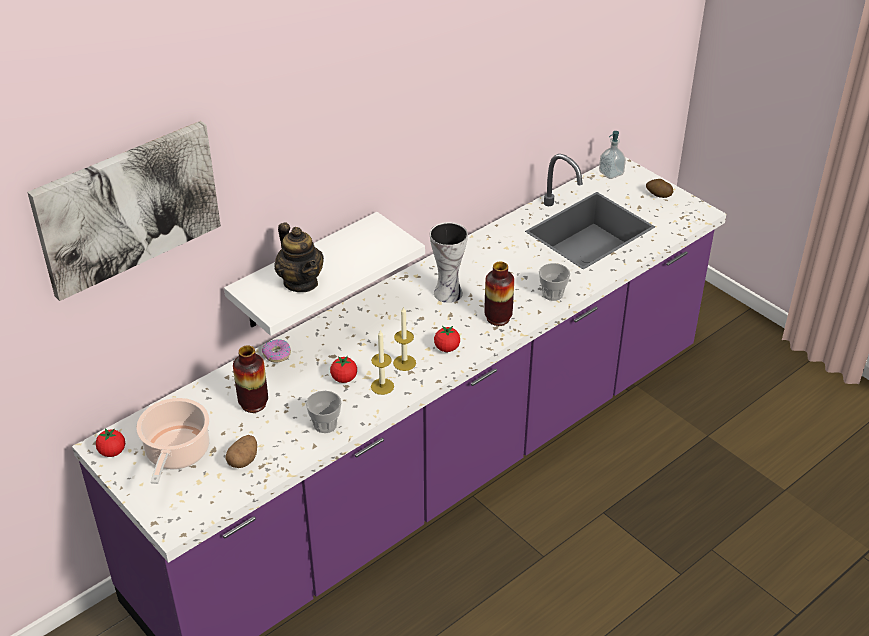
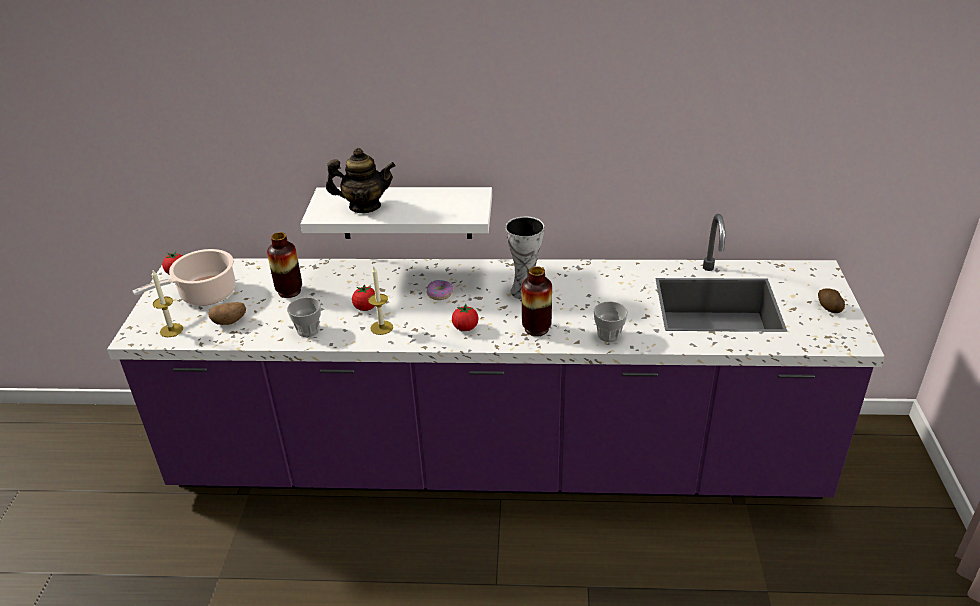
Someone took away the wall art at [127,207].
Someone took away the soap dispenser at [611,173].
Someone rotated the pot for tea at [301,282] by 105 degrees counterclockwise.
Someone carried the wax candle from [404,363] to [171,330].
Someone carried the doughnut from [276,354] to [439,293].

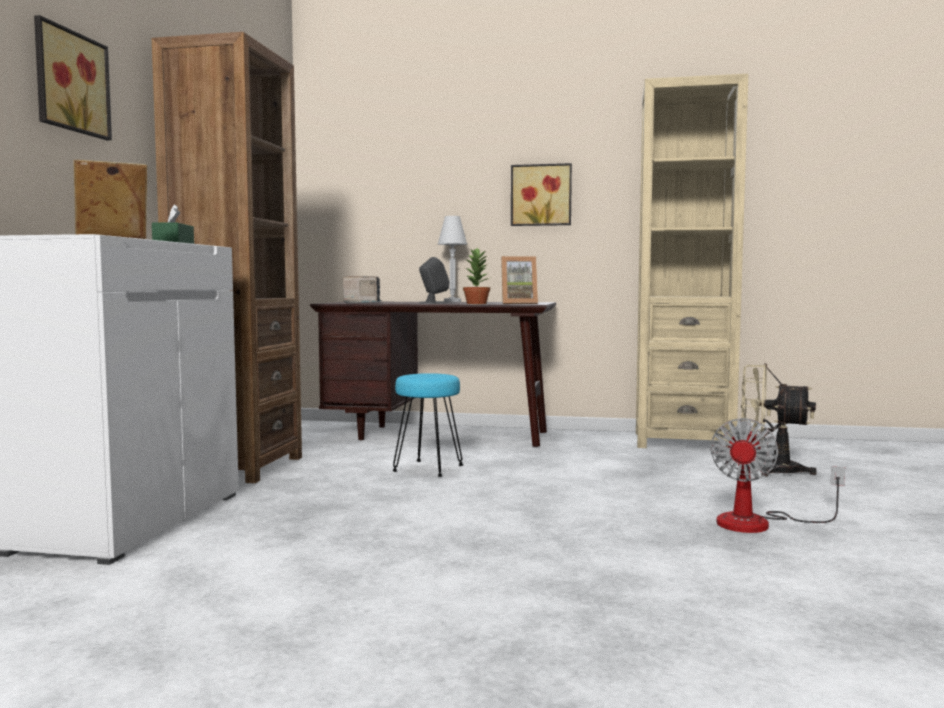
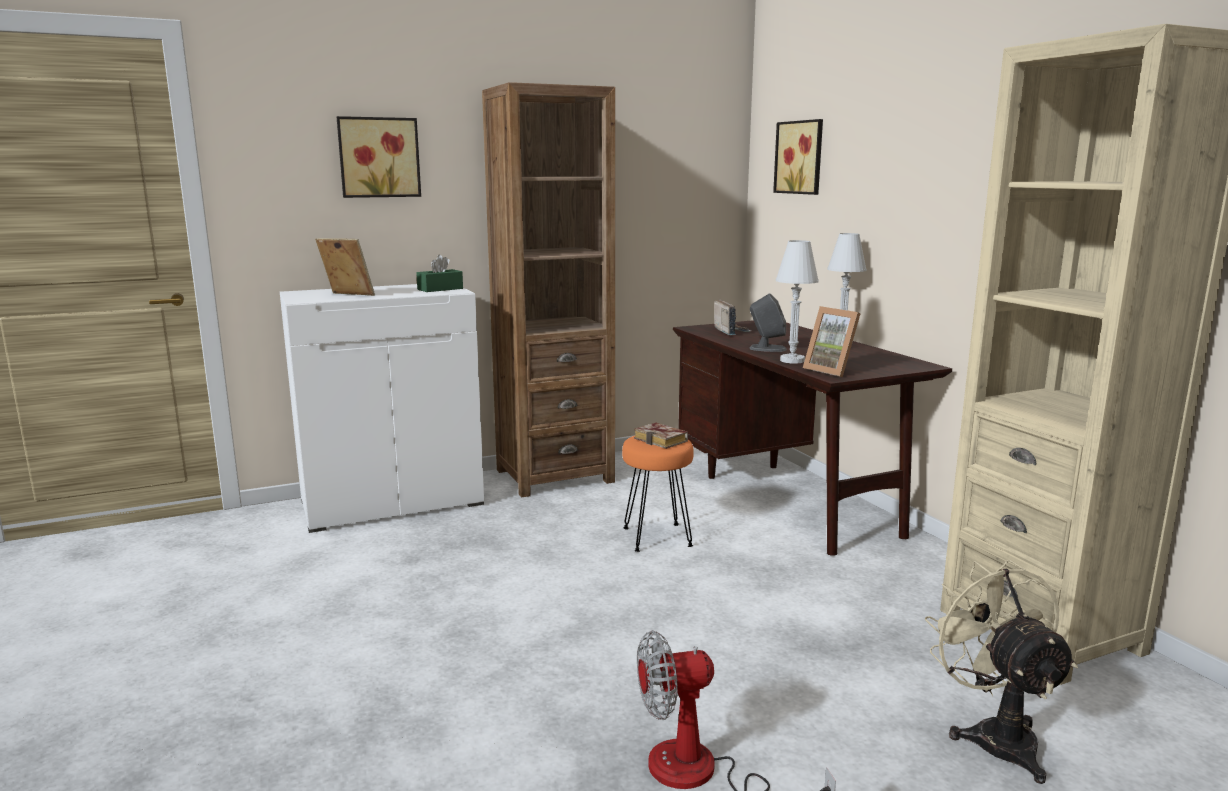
Someone carried the wall art from [541,195] to [801,157].
Someone swapped the potted plant at [477,303] for the lamp for a table/whitish at [792,360].
Someone repainted the stool/turquoise at [427,469], which became the stool/orangey at [656,537].
Someone put down the bound book at [663,440].

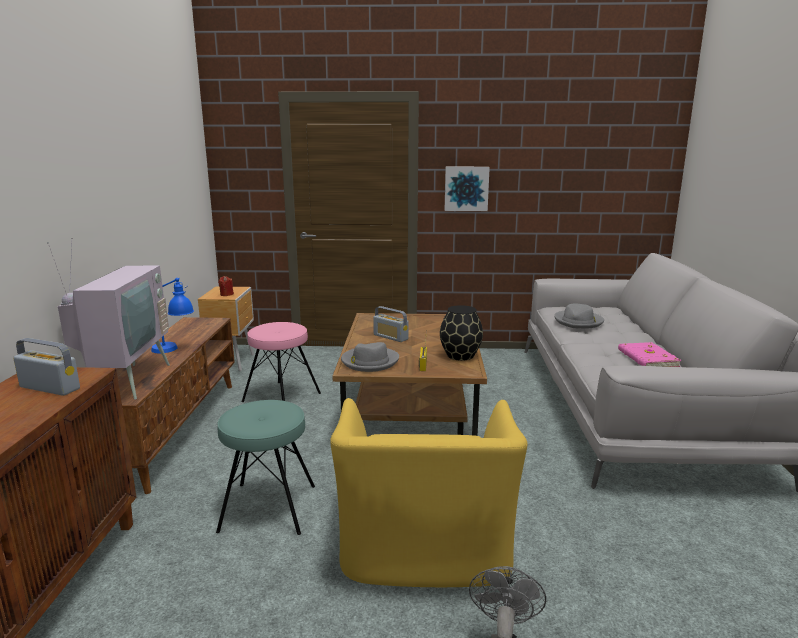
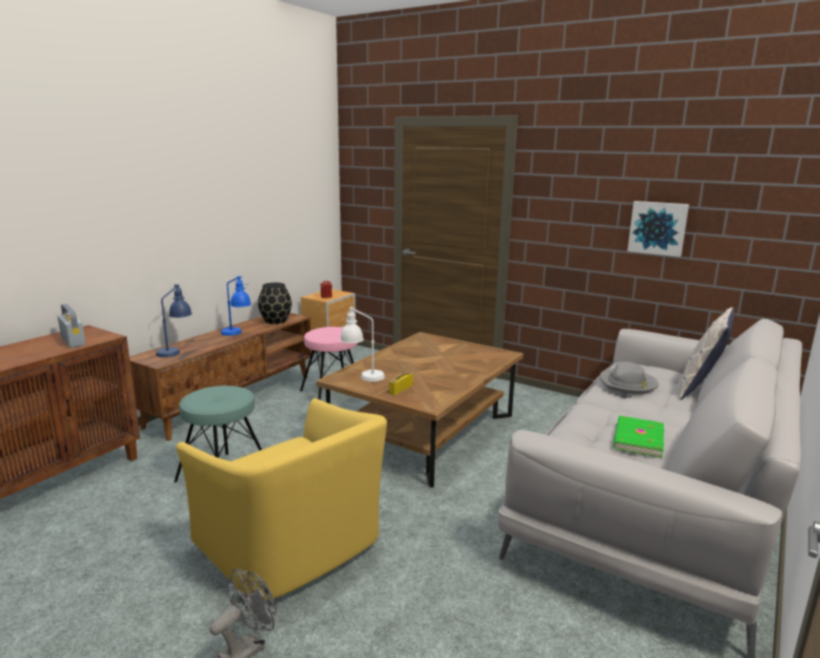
Someone carried the wall art from [466,188] to [657,228].
Someone swapped the TV set at [126,380] for the lamp for a table/blue-coloured at [176,350].
Someone carried the decorative vase/black from [460,355] to [276,321].
Someone took away the radio receiver at [390,337].
Someone swapped the clothing hat/gray at [369,361] for the lamp for a table/whitish at [362,376].
Someone repainted the bound book/pinkish at [647,358], which became the bound book/green at [637,439].
Someone rotated the easy chair/yellow-coloured at [425,545] by 75 degrees counterclockwise.
Someone put down the throw pillow at [700,388].

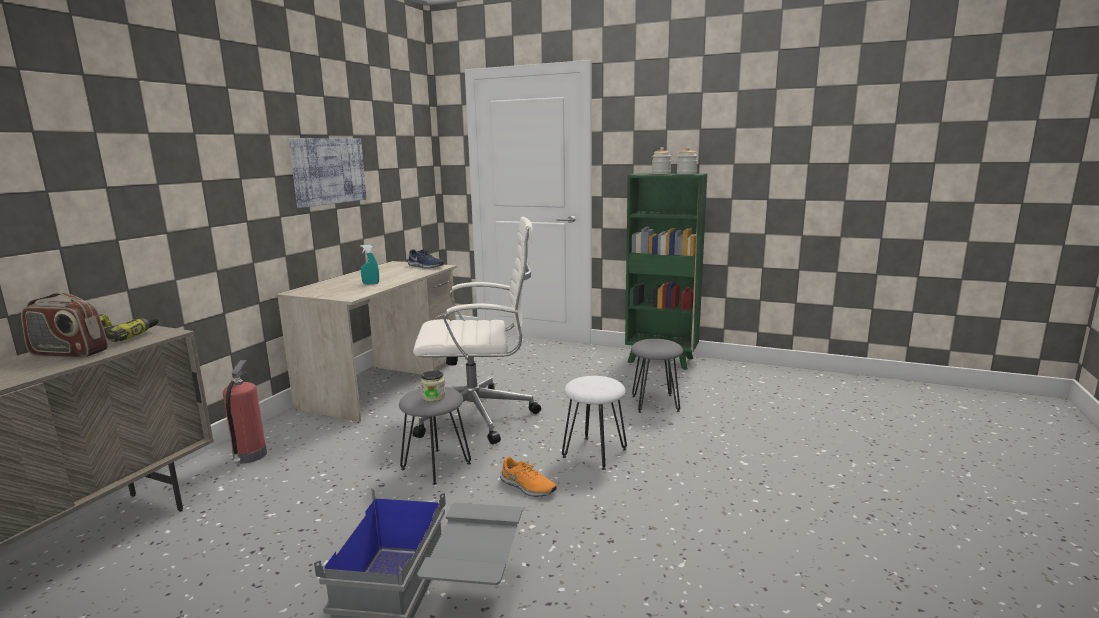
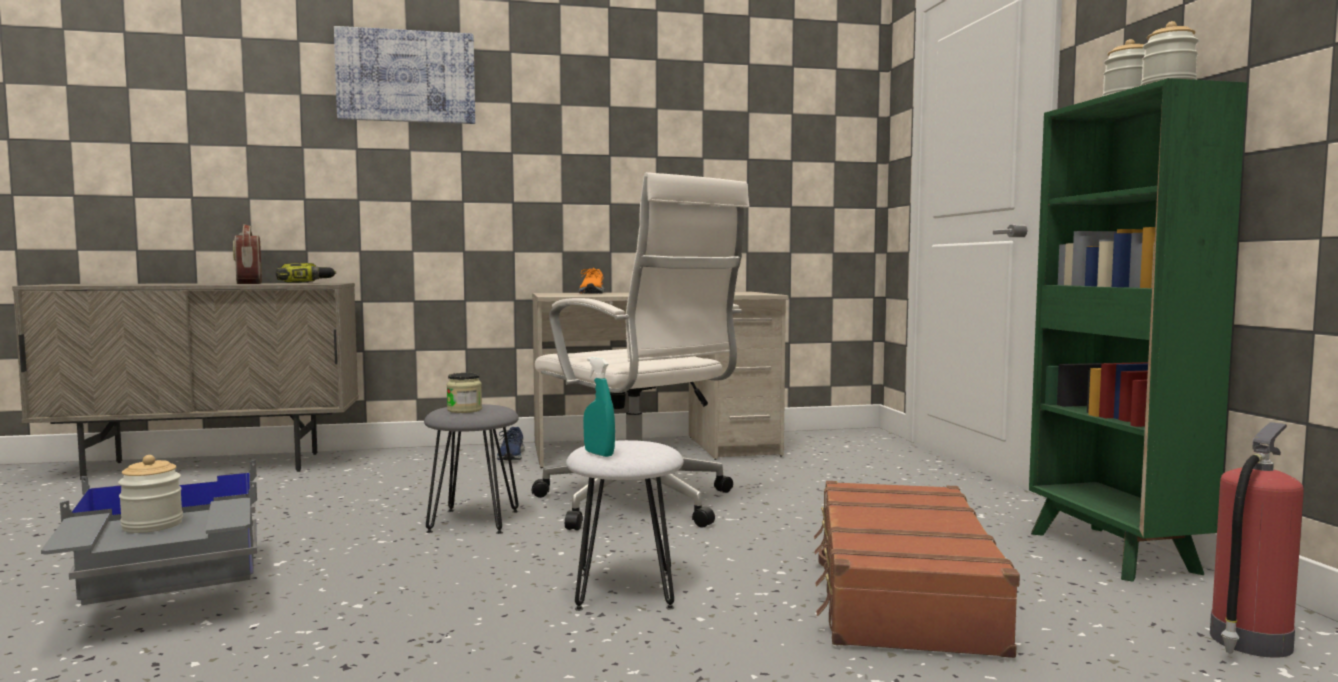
Someone carried the wall art from [328,171] to [406,76].
Someone carried the spray bottle/turquoise from [371,284] to [599,454].
Someone carried the low shoe/blue-coloured from [425,266] to [511,456].
Someone swapped the stool/gray at [655,403] for the piece of luggage/brown at [900,591].
Someone carried the fire extinguisher from [249,456] to [1249,642].
Someone carried the low shoe/orangey from [527,487] to [592,293].
Someone put down the jar at [152,525].

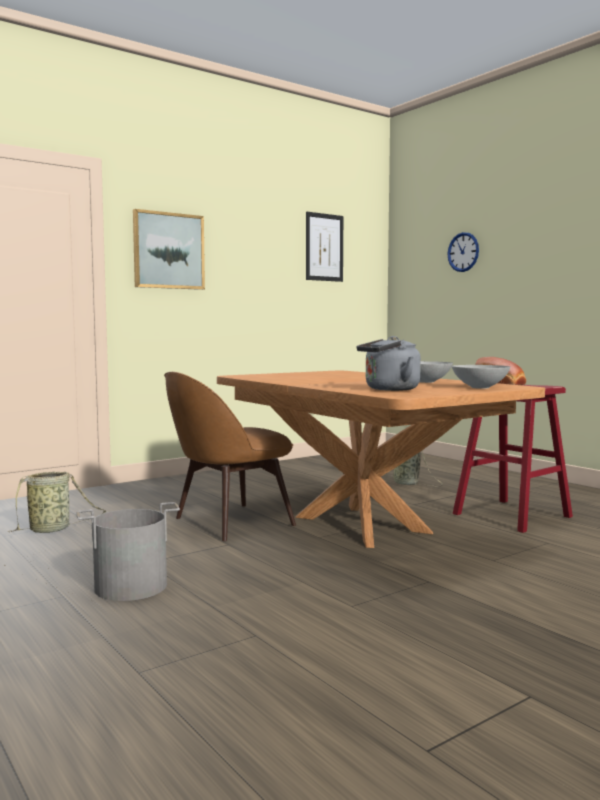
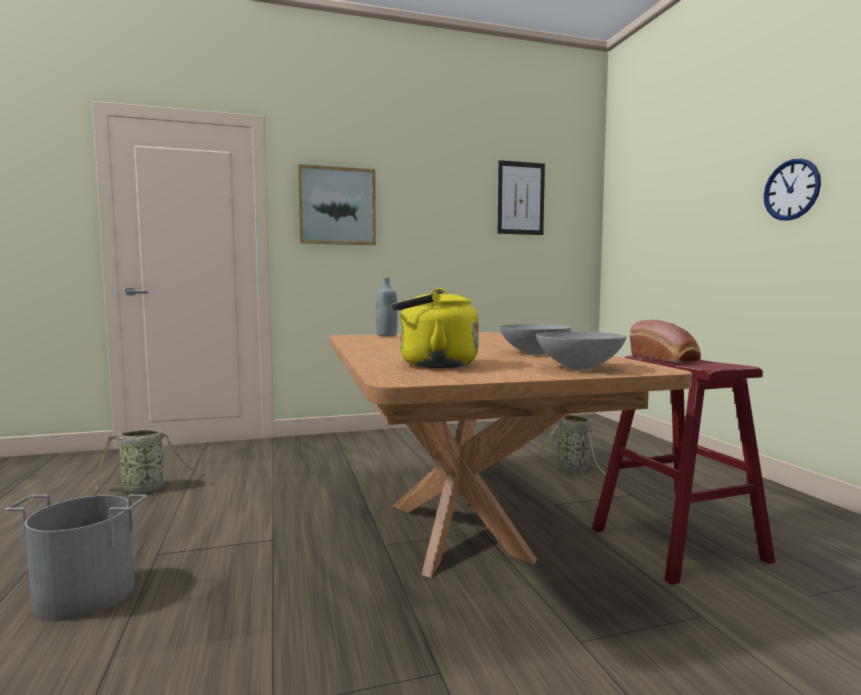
Someone carried the clock on the wall from [463,252] to [791,190].
Someone repainted the water kettle/gray at [389,389], which became the water kettle/yellow-coloured at [432,365].
Someone took away the plain chair/brown at [229,522].
Someone put down the drink bottle/gray at [386,335].

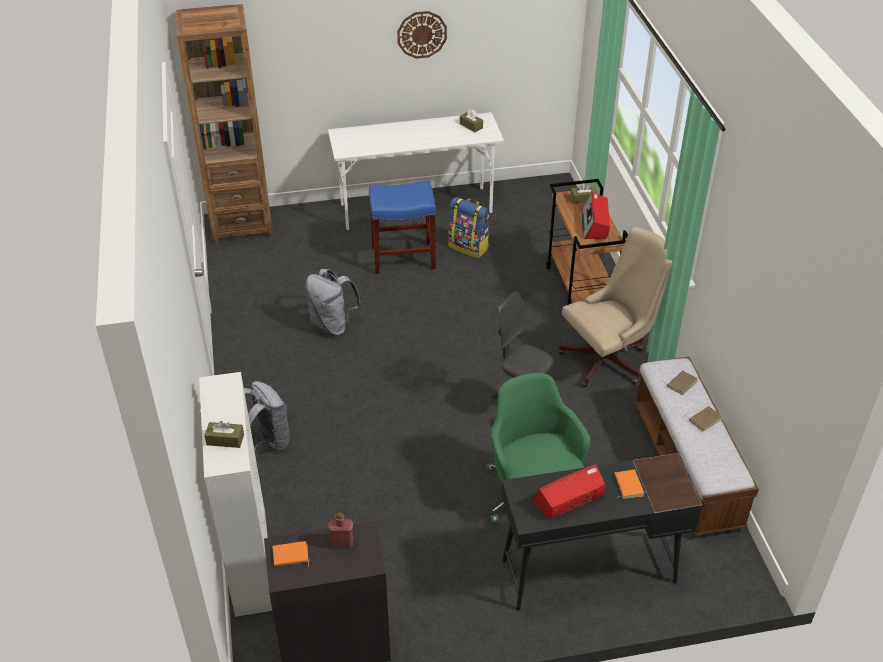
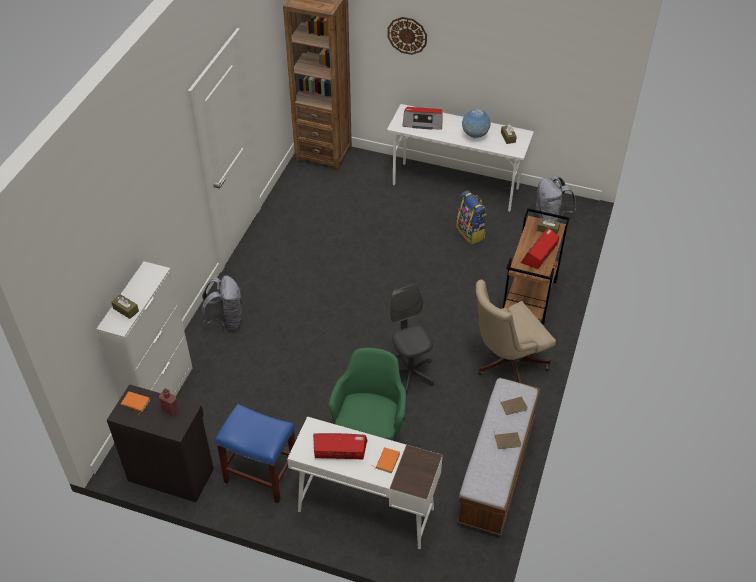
Someone carried the clock on the wall from [422,34] to [407,35].
Someone carried the stool/blue-coloured from [402,258] to [260,475].
Someone rotated the desk chair/beige-coloured at [609,359] by 150 degrees clockwise.
Someone carried the rucksack/gray from [333,325] to [550,218].
Someone repainted the desk/black at [588,571], which became the desk/whitish at [365,509].
Someone put down the radio receiver at [423,122].
Someone put down the desk globe at [475,136].

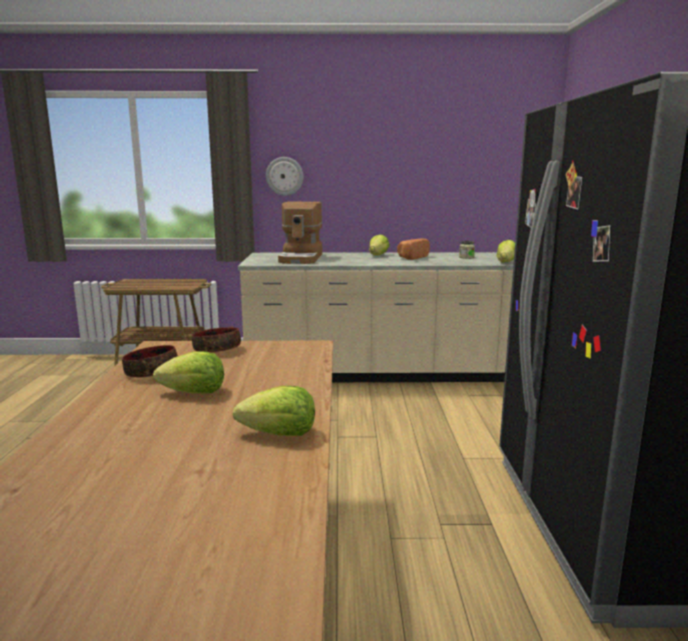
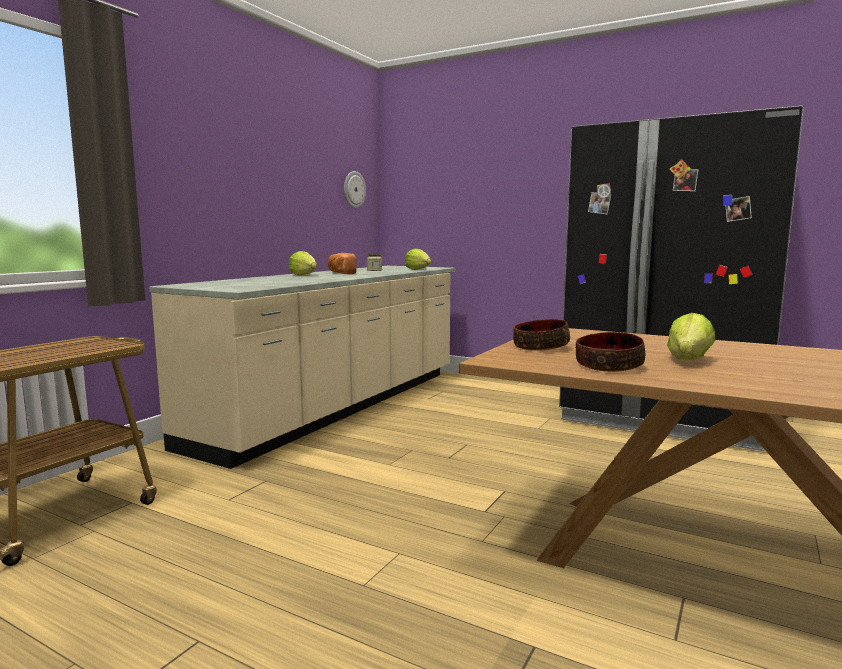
Someone carried the clock on the wall from [284,176] to [354,189].
Someone took away the coffee maker at [301,258].
Someone took away the lettuce head at [279,434].

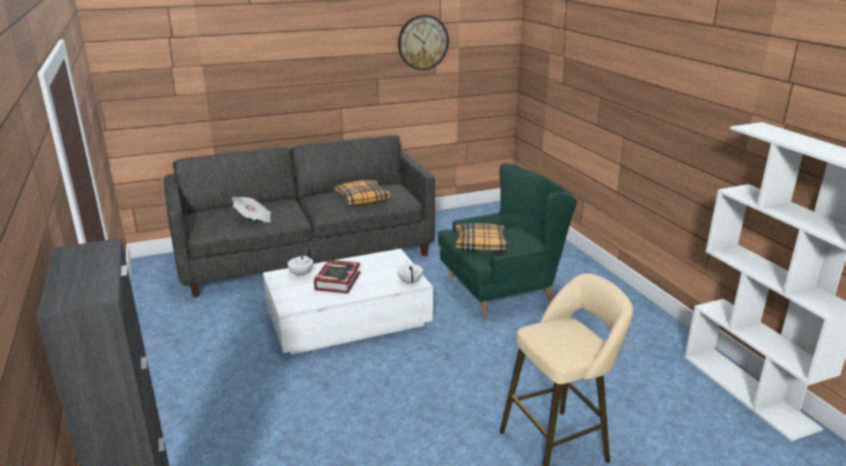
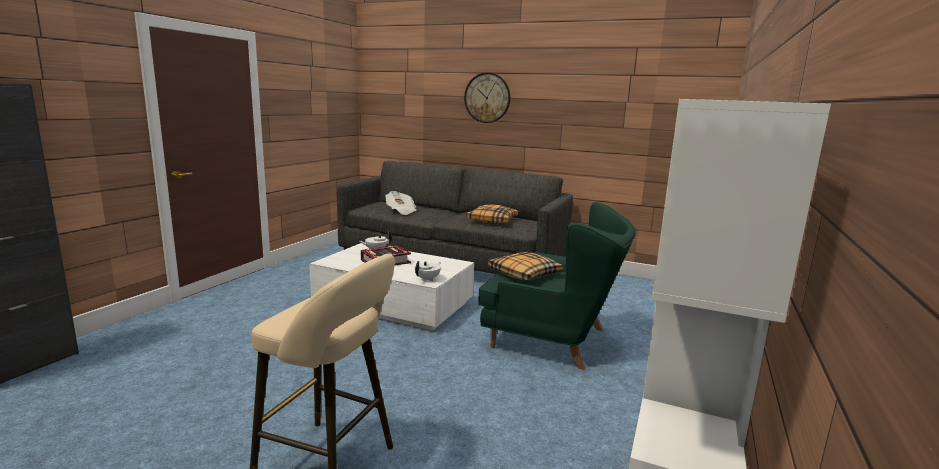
Someone carried the clock on the wall from [423,42] to [487,98].

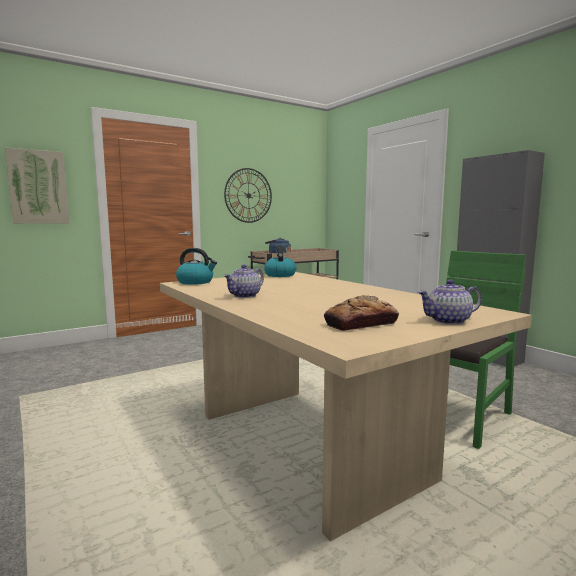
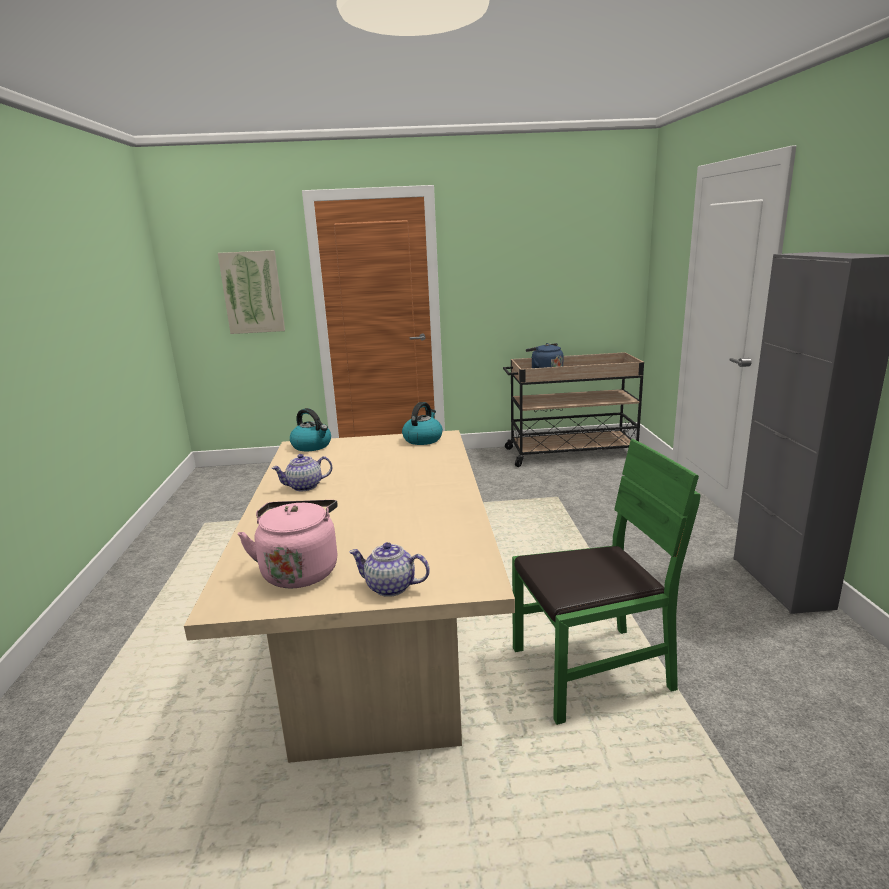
Someone took away the clock on the wall at [248,195].
Someone swapped the bread at [361,324] for the water kettle/pinkish at [300,570].

